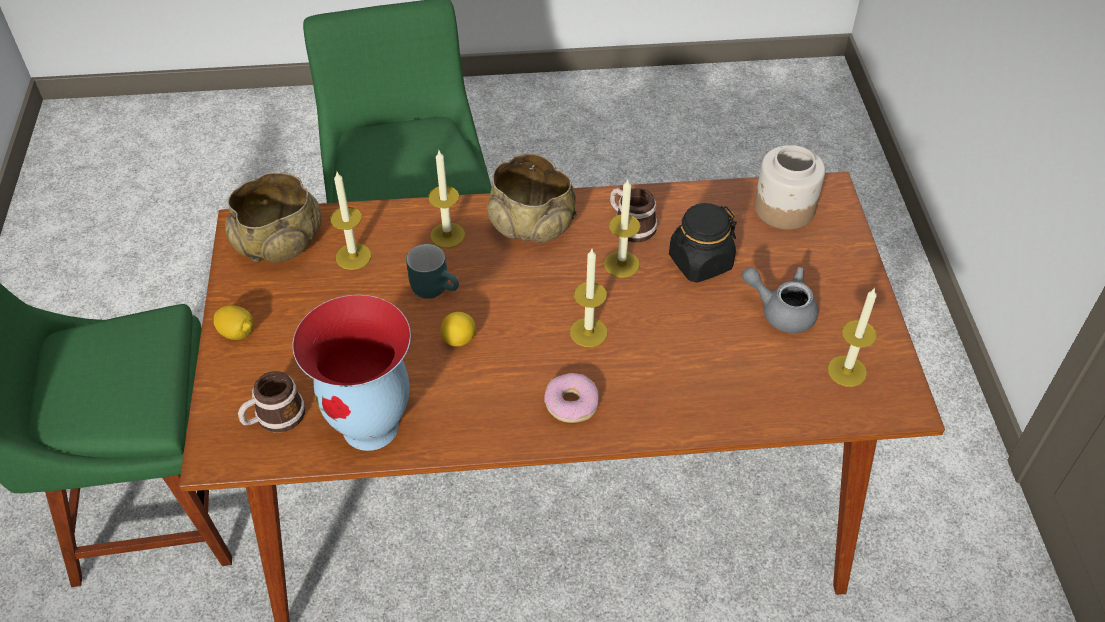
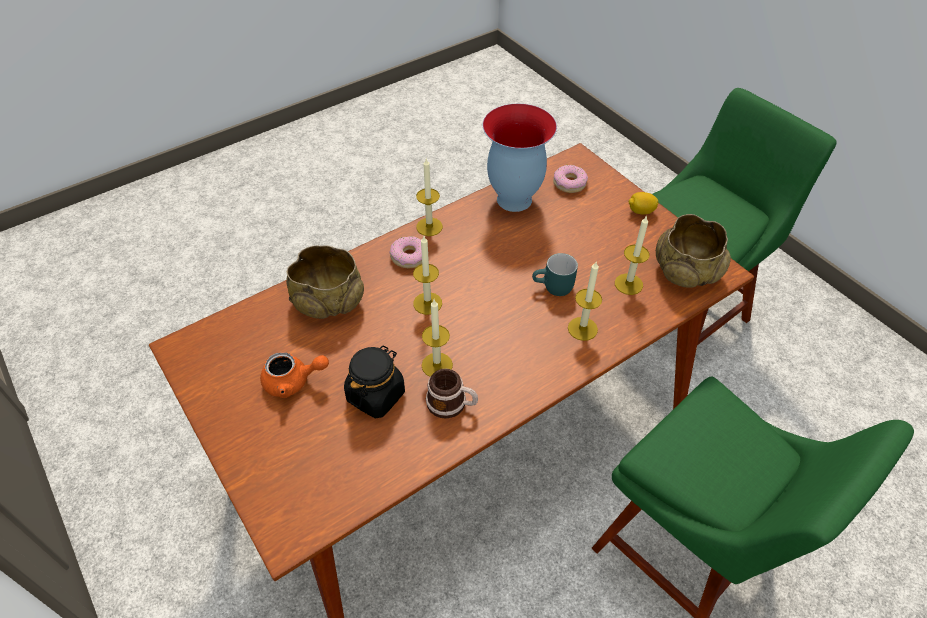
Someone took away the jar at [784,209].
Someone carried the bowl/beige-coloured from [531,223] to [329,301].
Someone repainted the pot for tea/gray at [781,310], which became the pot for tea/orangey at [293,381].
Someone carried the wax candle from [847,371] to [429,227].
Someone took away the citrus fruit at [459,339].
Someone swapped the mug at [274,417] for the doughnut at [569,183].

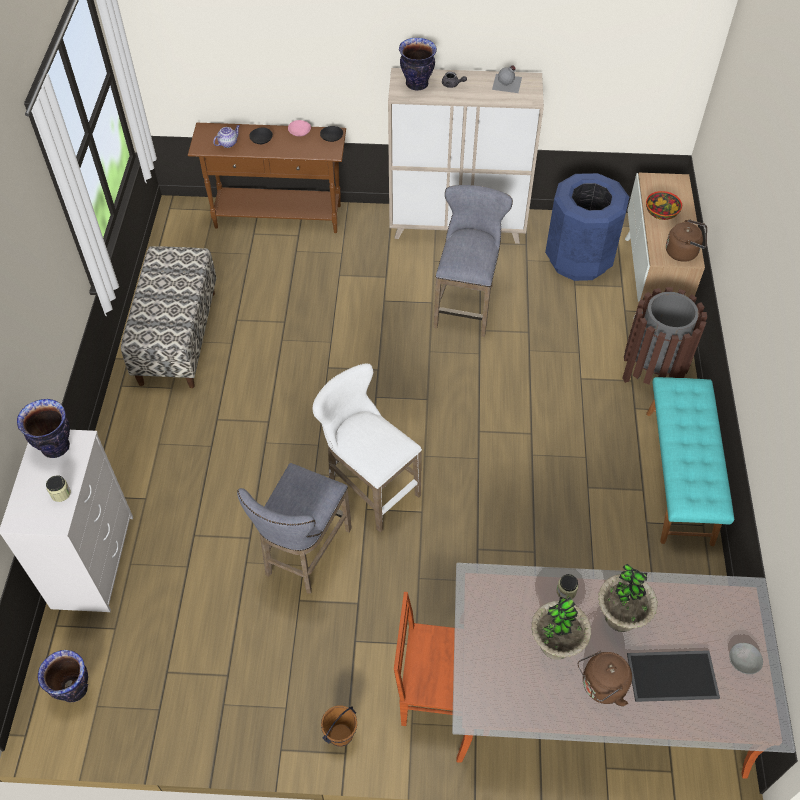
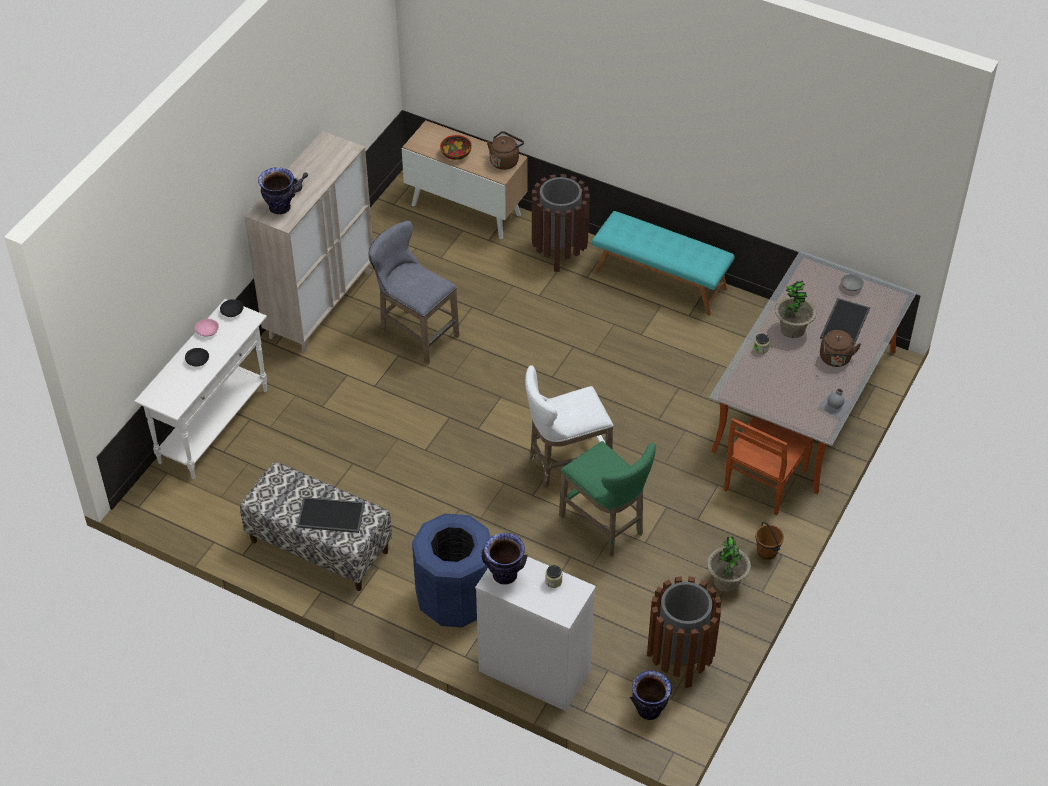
Someone carried the drink bottle/gray from [507,83] to [836,405].
Someone repainted the hall table/brown at [278,217], which became the hall table/whitish at [214,426].
Someone took away the pot for tea at [228,143].
Someone carried the rubbish bin/blue-coloured from [579,259] to [455,600].
Someone repainted the stool/gray at [303,555], which became the stool/green at [605,526].
Someone carried the potted plant from [556,643] to [726,581].
Someone put down the carrying tray at [330,516].
Someone put down the rubbish bin/brown at [680,659].

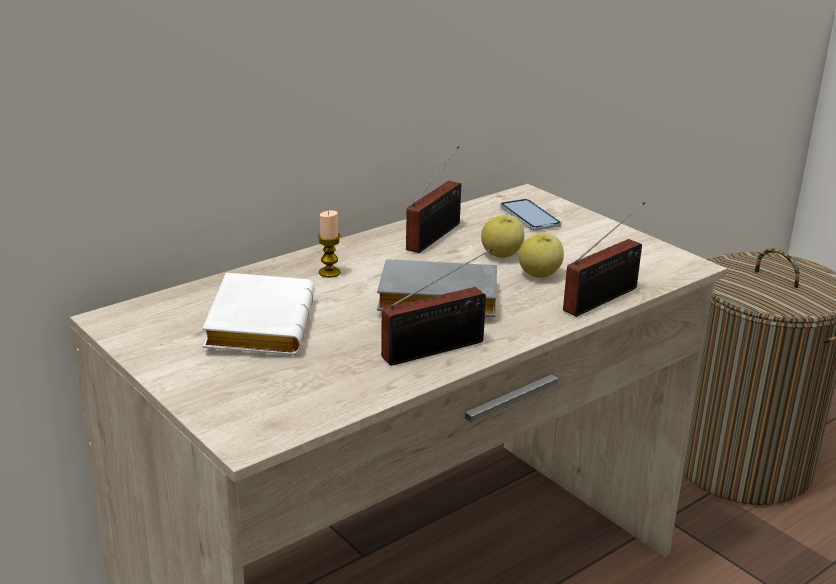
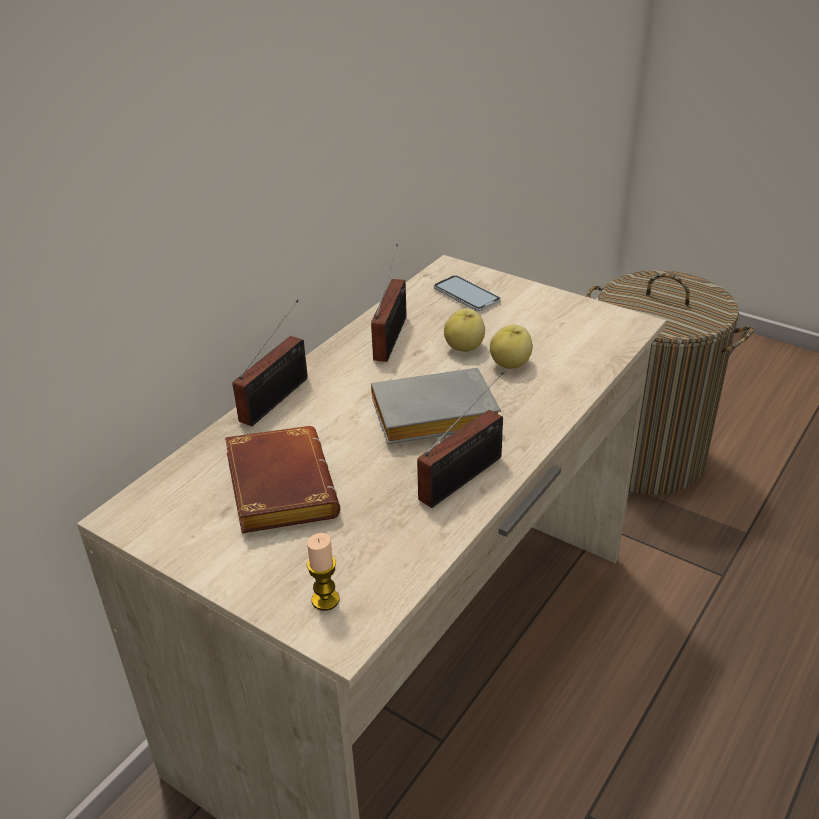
Someone carried the radio receiver from [605,298] to [278,397].
Someone carried the wax candle from [329,272] to [325,600].
Someone repainted the bound book/whitish at [257,324], which became the bound book/brown at [276,486].

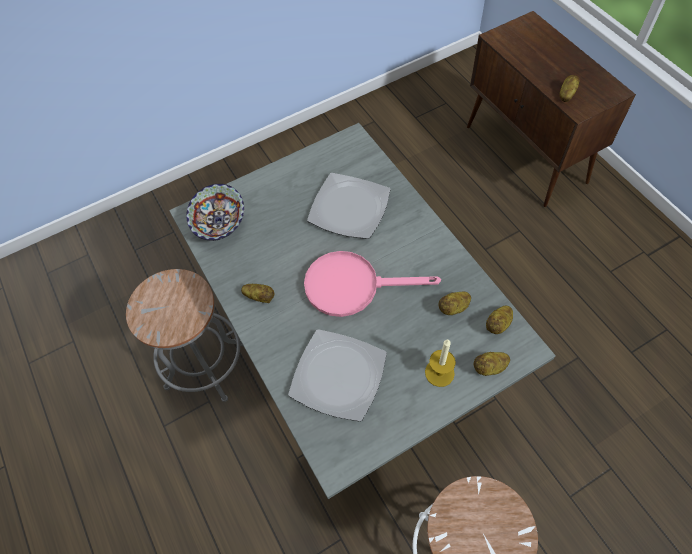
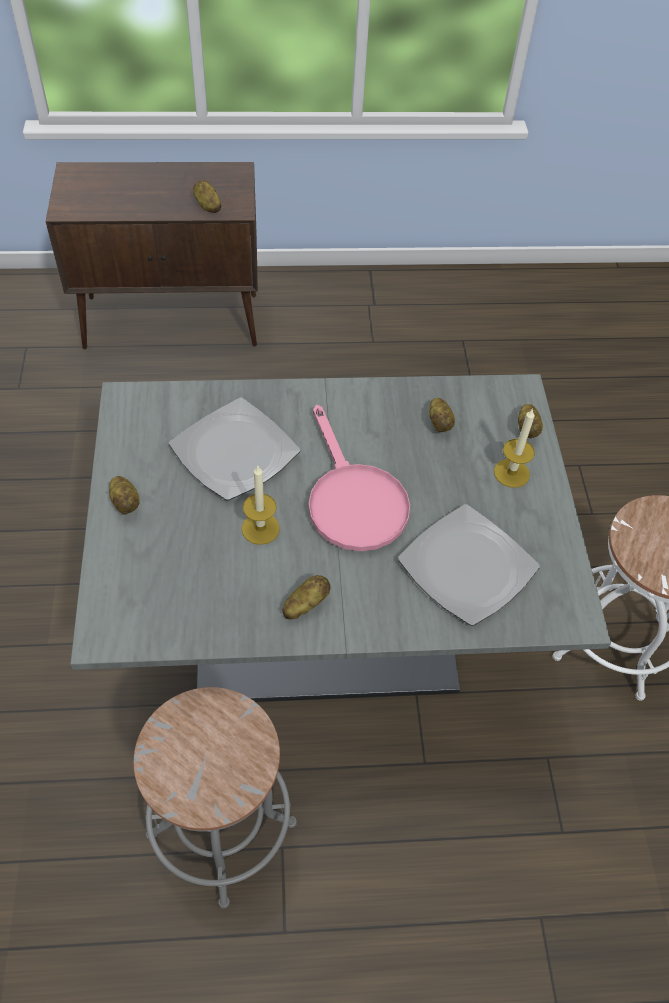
Someone took away the bowl at [218,222].
Someone rotated the pan/pinkish at [352,285] by 45 degrees counterclockwise.
Someone carried the whole potato from [498,324] to [126,502].
Someone put down the wax candle at [260,528].

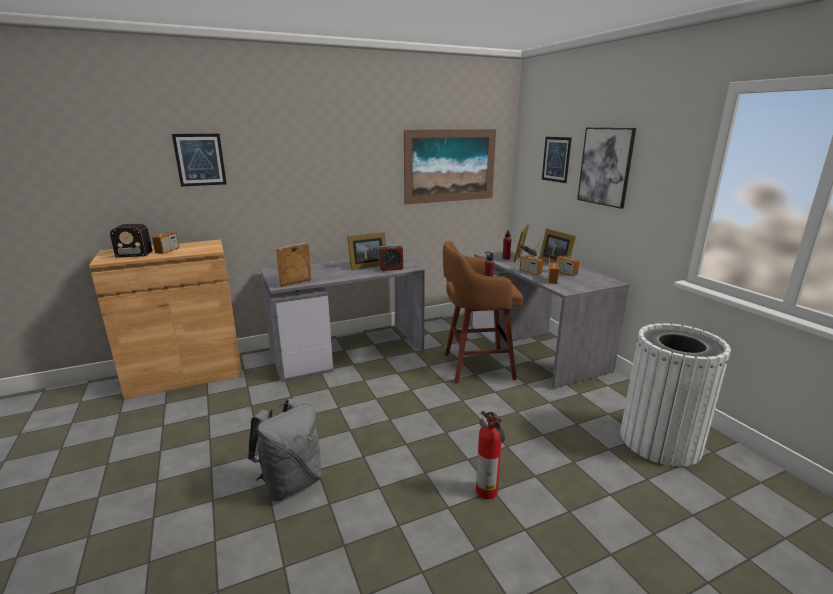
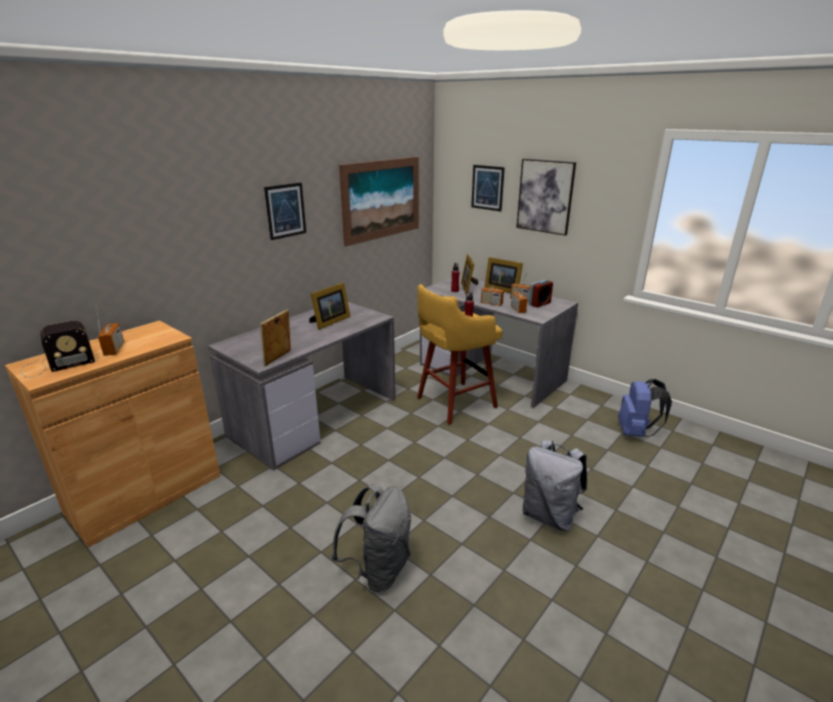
Someone carried the wall art from [200,160] to [285,211].
Someone repainted the stool/brown at [475,366], which became the stool/yellow-coloured at [454,403].
Someone carried the bedside clock from [391,269] to [539,304].
Someone swapped the rubbish bin/whitish at [660,441] for the rucksack/blue-coloured at [636,432].
Someone swapped the fire extinguisher at [487,492] for the rucksack/gray at [549,515].

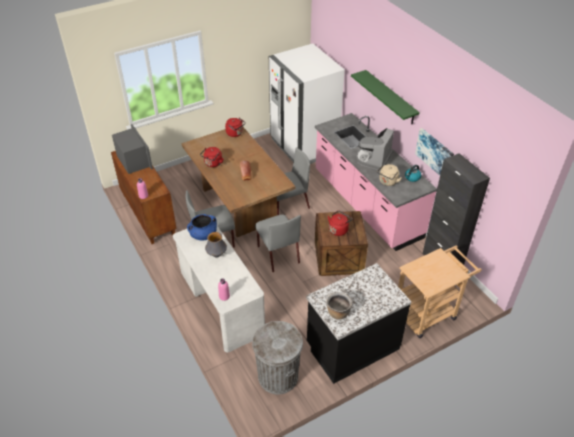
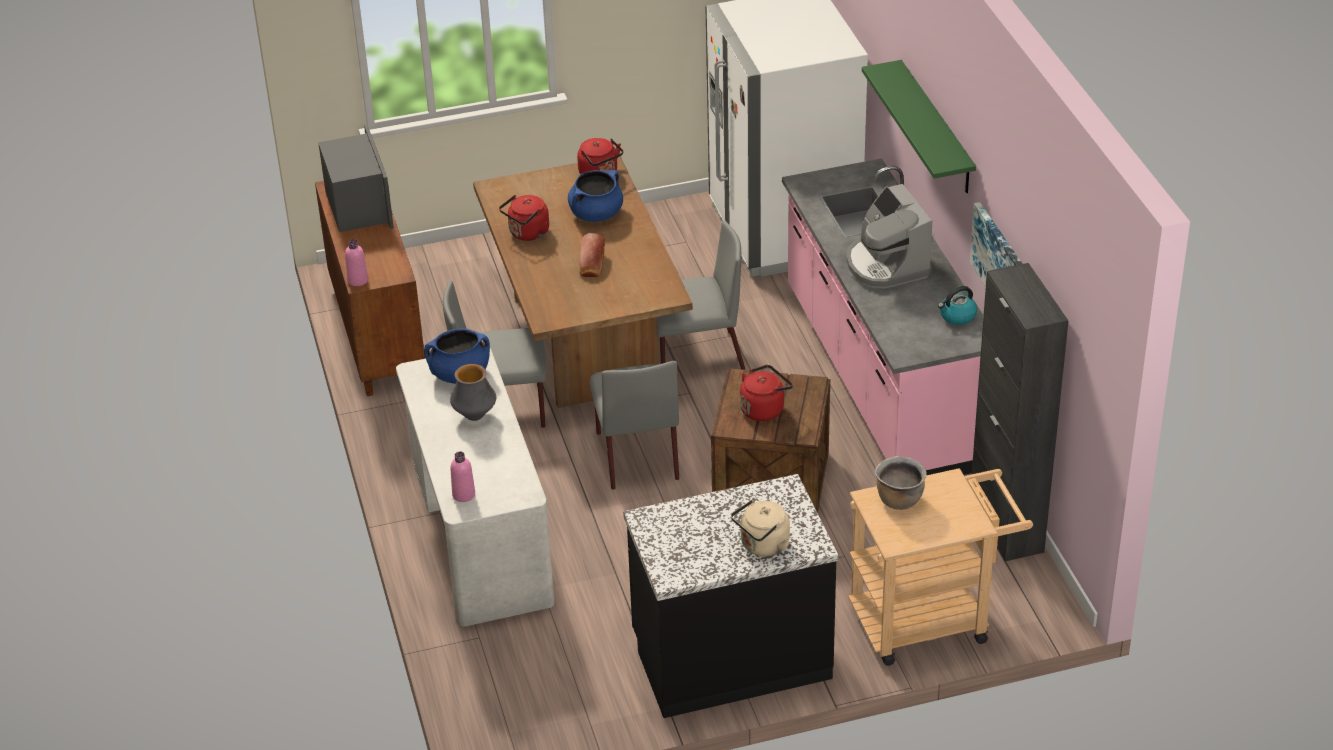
Someone rotated the coffee maker at [373,158] by 60 degrees counterclockwise.
Someone carried the water kettle/beige-coloured from [387,182] to [762,546].
Someone carried the saucepot/brown from [338,313] to [899,499].
Someone took away the rubbish bin/gray at [278,376].
Someone put down the saucepot/blue-coloured at [596,214].

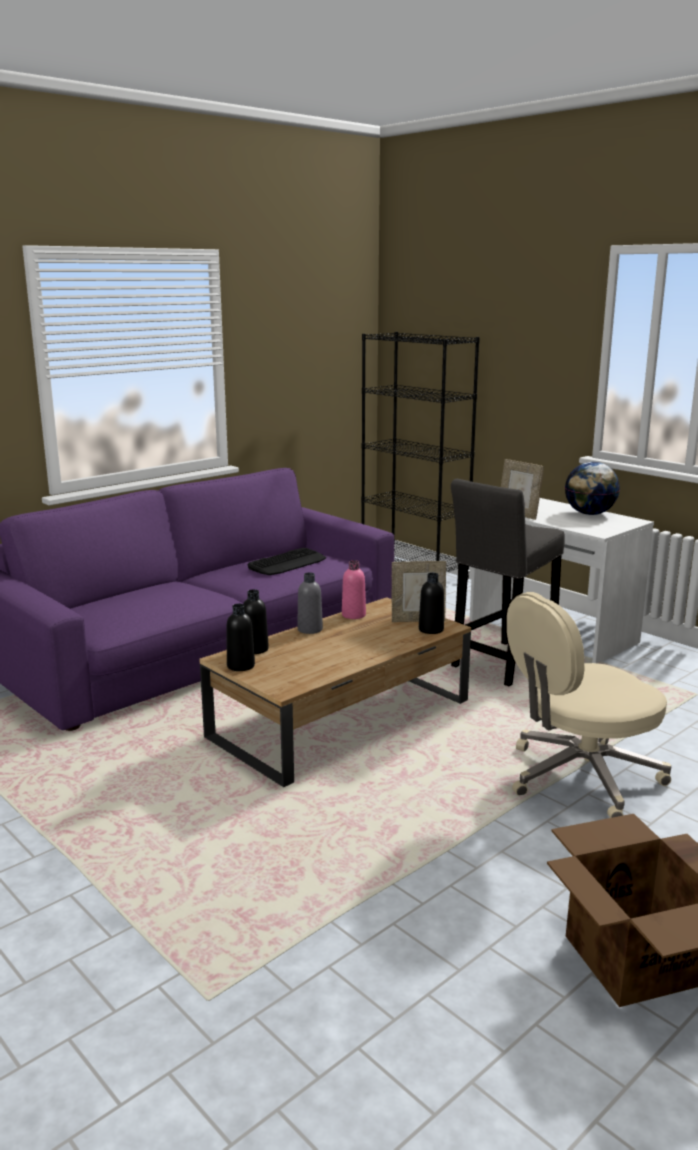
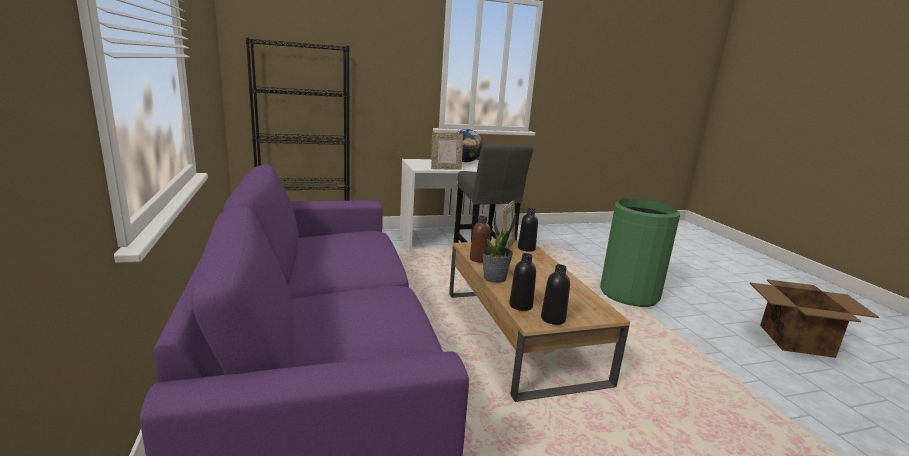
Someone took away the keyboard at [287,563].
Someone repainted the drink bottle/pinkish at [353,615], which became the drink bottle/brown at [479,259].
Someone swapped the drink bottle/gray at [310,629] for the potted plant at [494,278].
Someone swapped the desk chair/beige-coloured at [580,777] for the rubbish bin/green at [629,294].

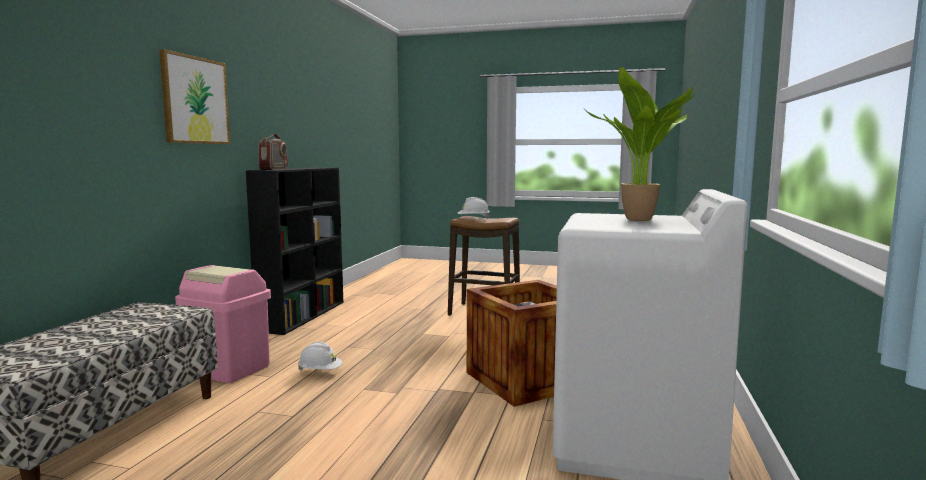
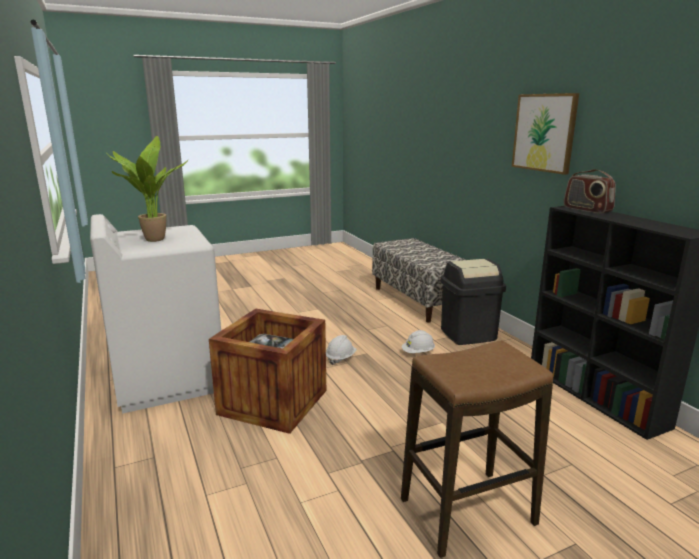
Someone carried the safety helmet/whitish from [473,219] to [340,358].
Someone repainted the rubbish bin/pinkish at [228,369], which became the rubbish bin/black at [468,334].

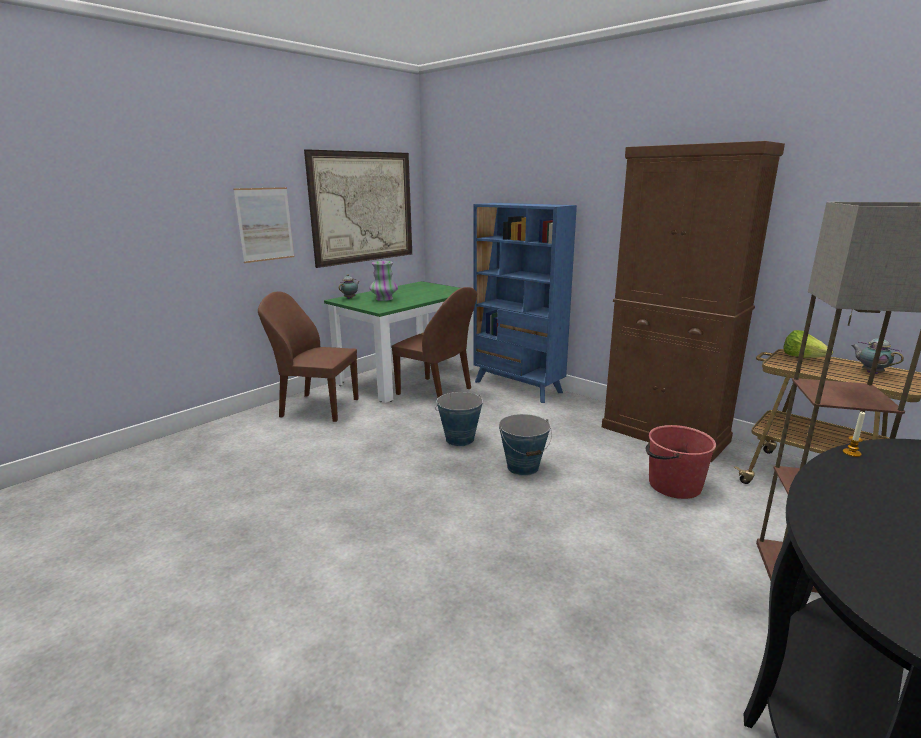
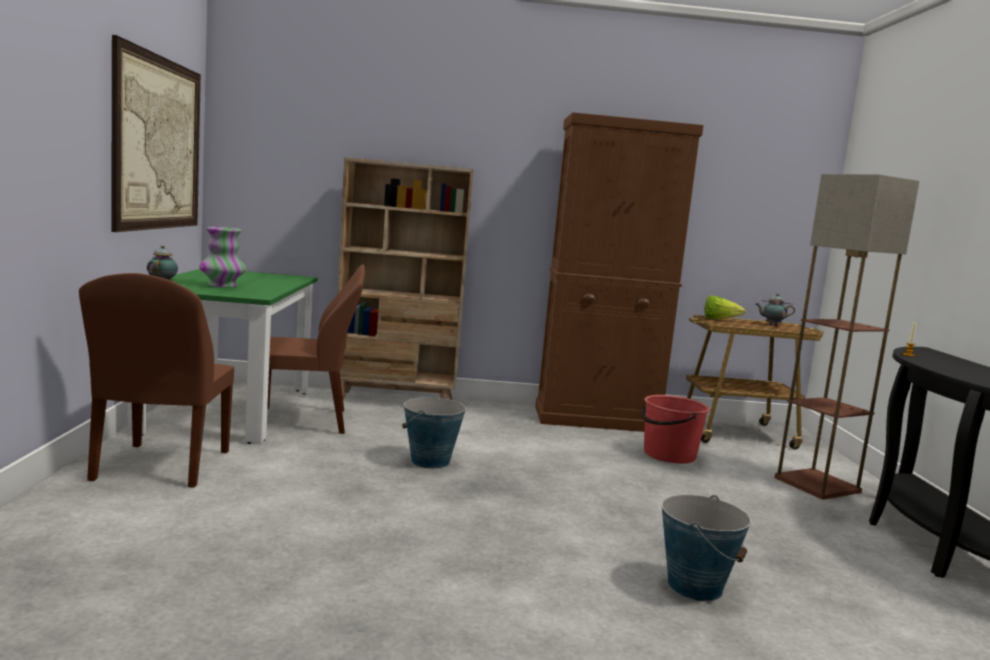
Someone took away the wall art at [265,224].
Someone repainted the bookshelf/blue-coloured at [518,387], which became the bookshelf/beige-coloured at [395,402].
Someone rotated the plain chair/brown at [318,407] by 60 degrees counterclockwise.
Someone carried the bucket from [523,467] to [695,586].

